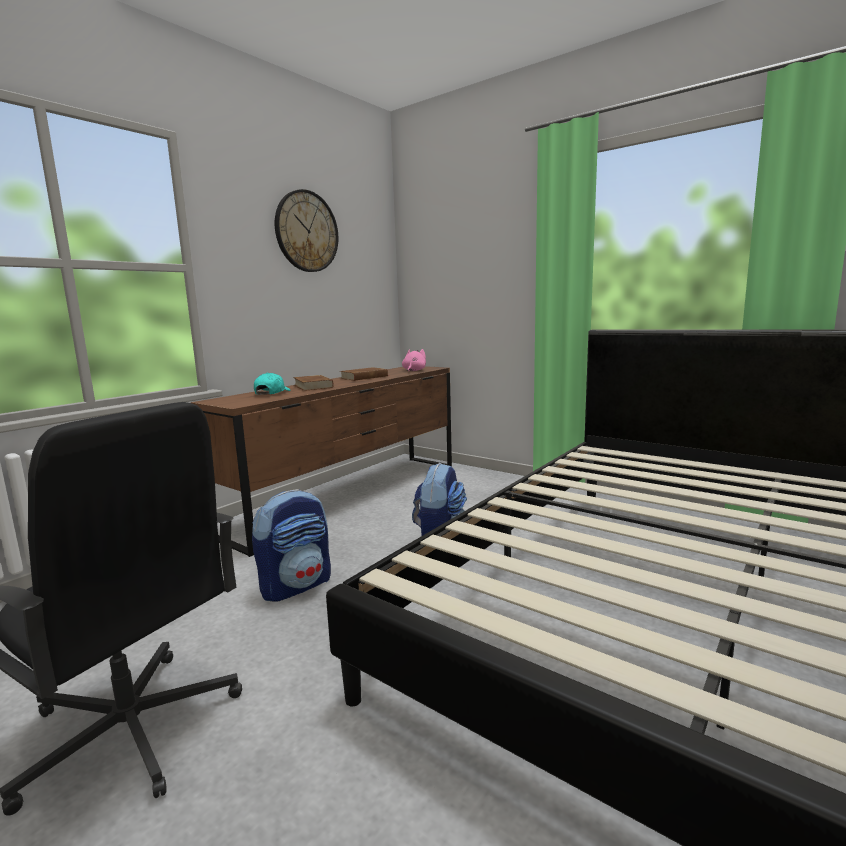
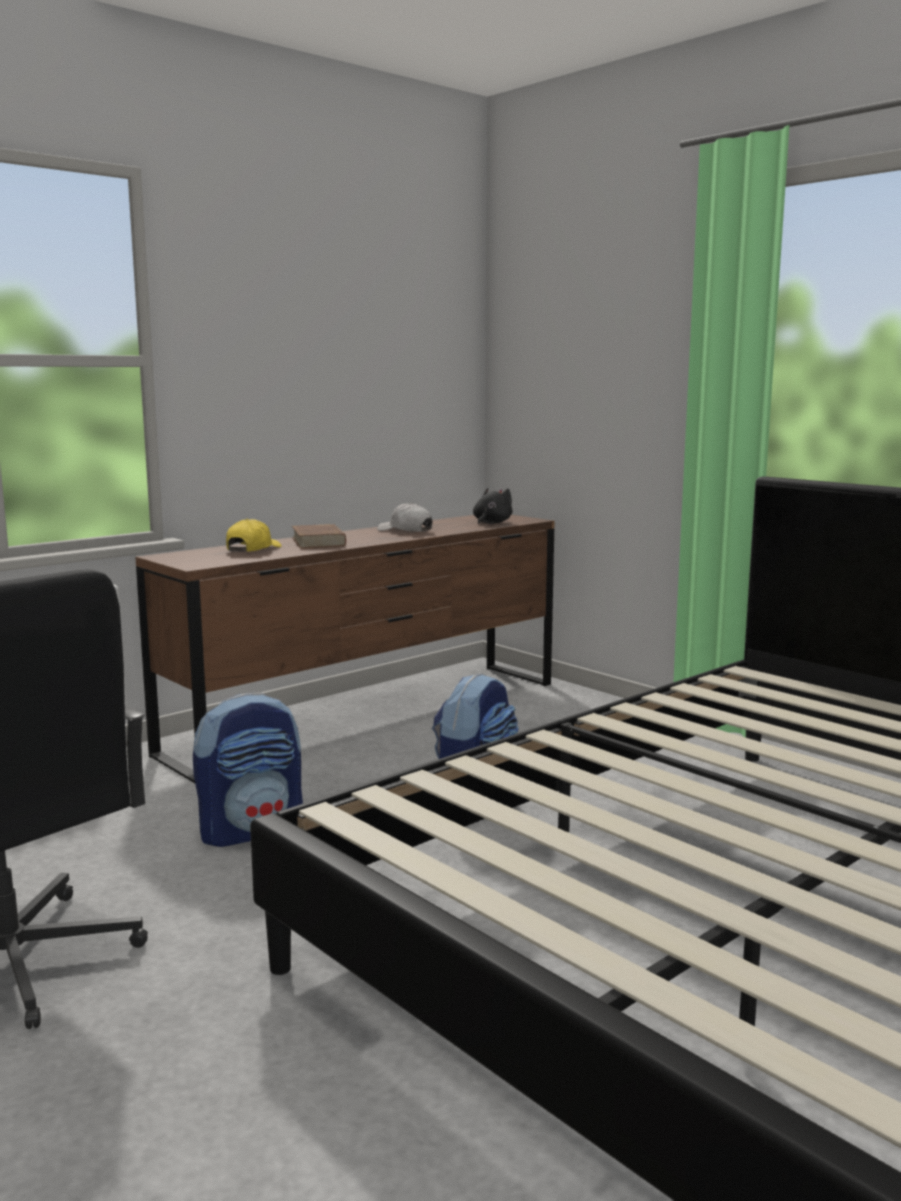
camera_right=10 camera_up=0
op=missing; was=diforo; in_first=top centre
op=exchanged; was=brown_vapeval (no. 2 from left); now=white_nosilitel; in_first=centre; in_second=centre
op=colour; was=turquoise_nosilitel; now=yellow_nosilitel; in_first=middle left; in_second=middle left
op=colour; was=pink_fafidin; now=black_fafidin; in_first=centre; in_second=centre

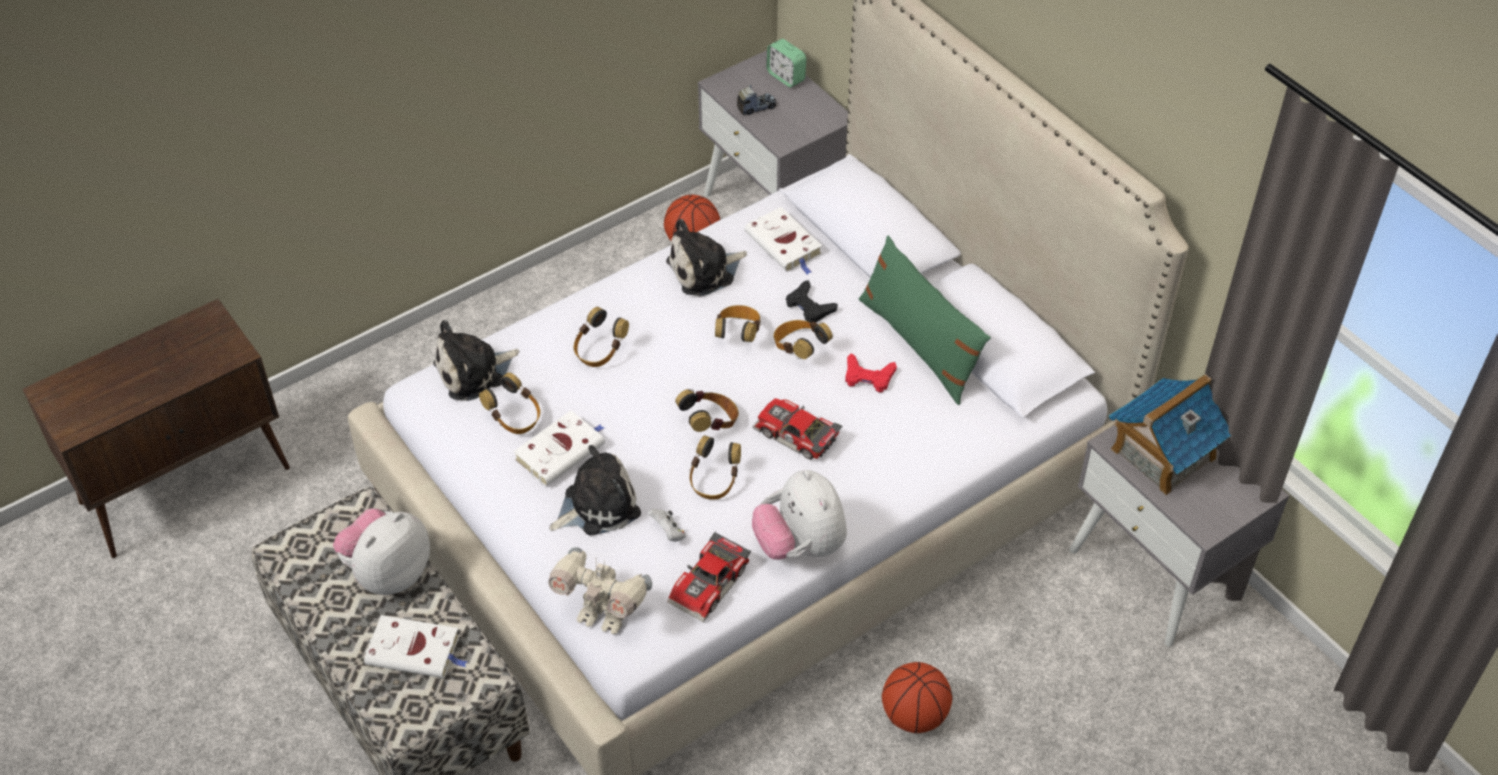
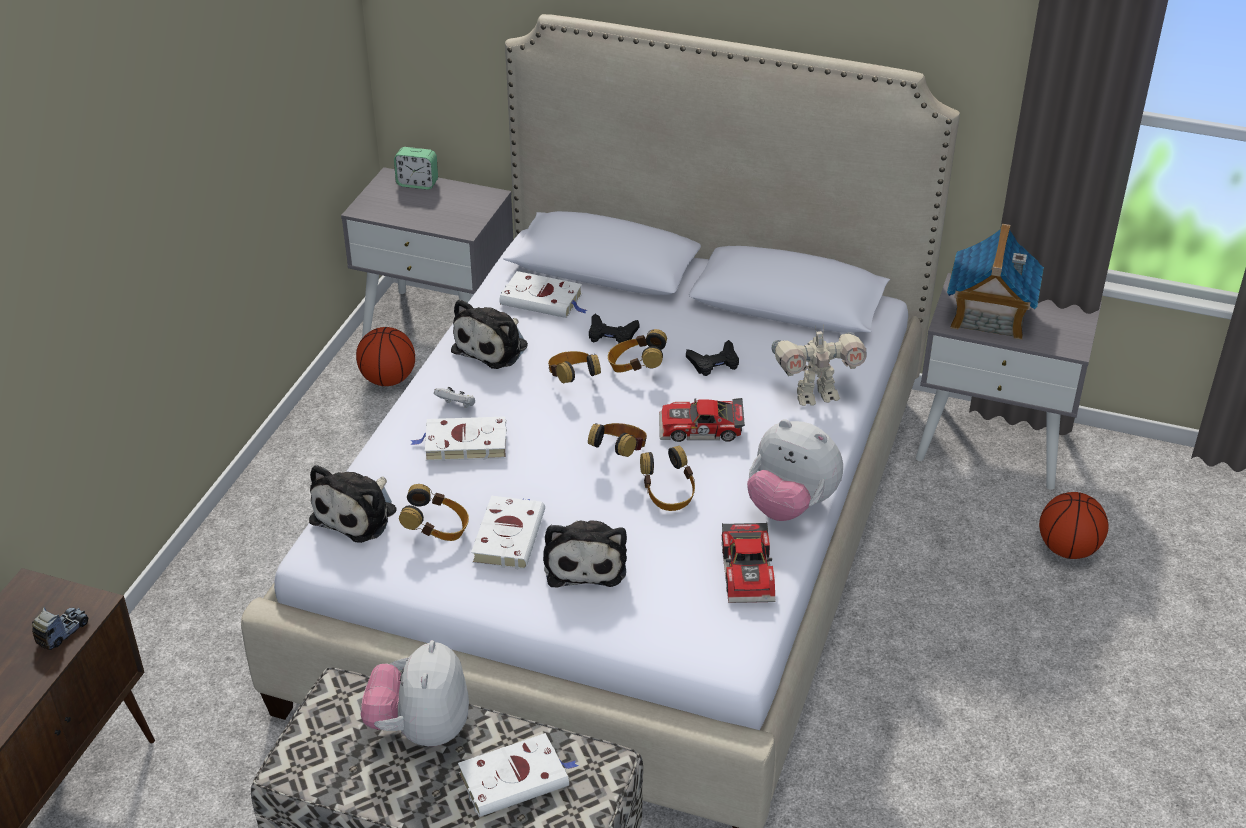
camera_right=-35 camera_up=-10
op=missing; was=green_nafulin; in_first=centre
op=relocated; was=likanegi; in_first=bottom centre; in_second=centre
op=relocated; was=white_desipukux; in_first=bottom centre; in_second=centre
op=relocated; was=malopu; in_first=top centre; in_second=bottom left
op=relocated; was=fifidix (no. 2 from left); in_first=bottom centre; in_second=middle right
op=exchanged; was=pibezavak (no. 2 from left); now=white_vapeval (no. 1 from left); in_first=centre; in_second=centre
op=colour; was=red_desipukux; now=black_desipukux (no. 2 from left); in_first=centre; in_second=centre
op=spun; was=fafidin (no. 3 from left in the first image); in_first=centre; in_second=bottom centre; clockwise=150

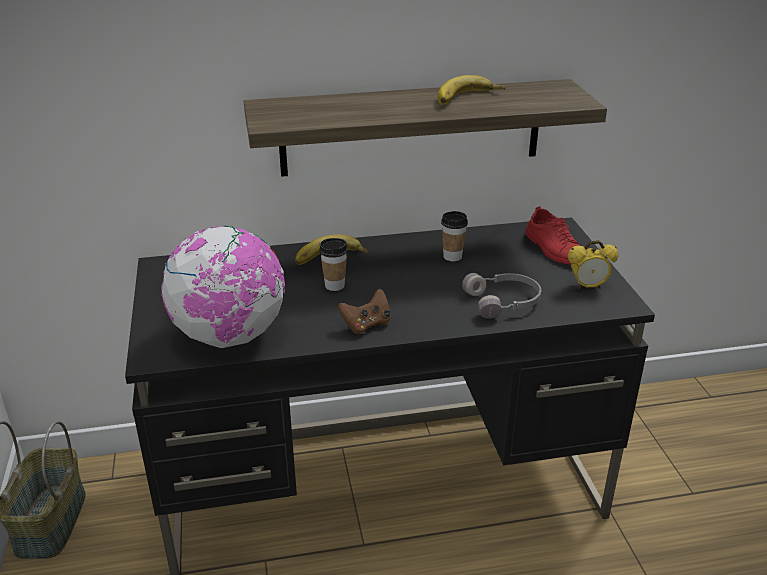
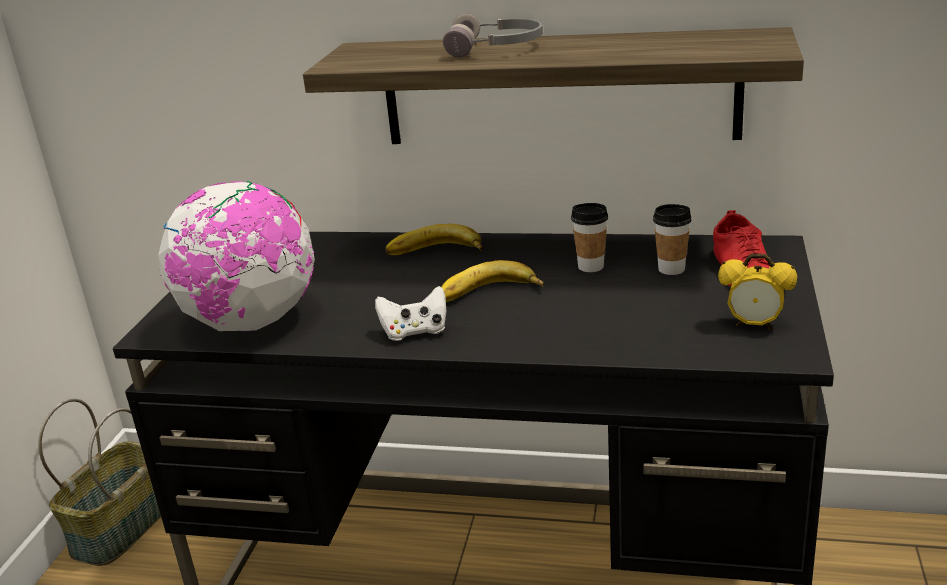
camera_right=25 camera_up=-5
op=relocated; was=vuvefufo (no. 1 from left in the first image); now=vuvefufo (no. 2 from left); in_first=centre; in_second=middle right
op=relocated; was=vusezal (no. 2 from left); in_first=top centre; in_second=centre
op=relocated; was=grey_pibezavak; in_first=centre; in_second=top centre
op=colour; was=brown_desipukux; now=white_desipukux; in_first=centre; in_second=centre

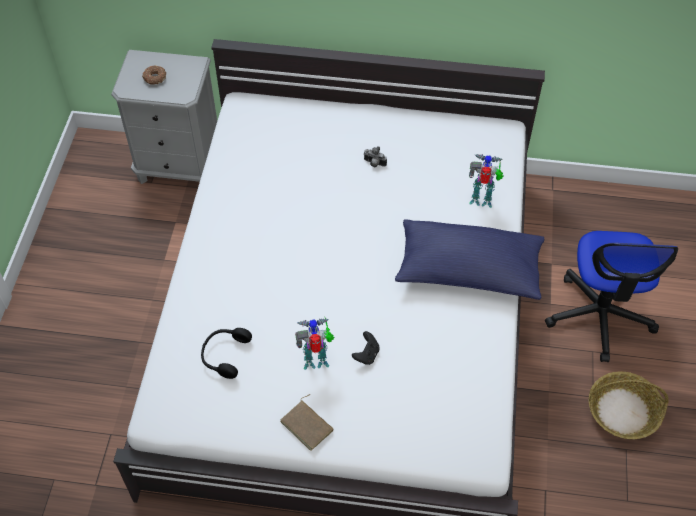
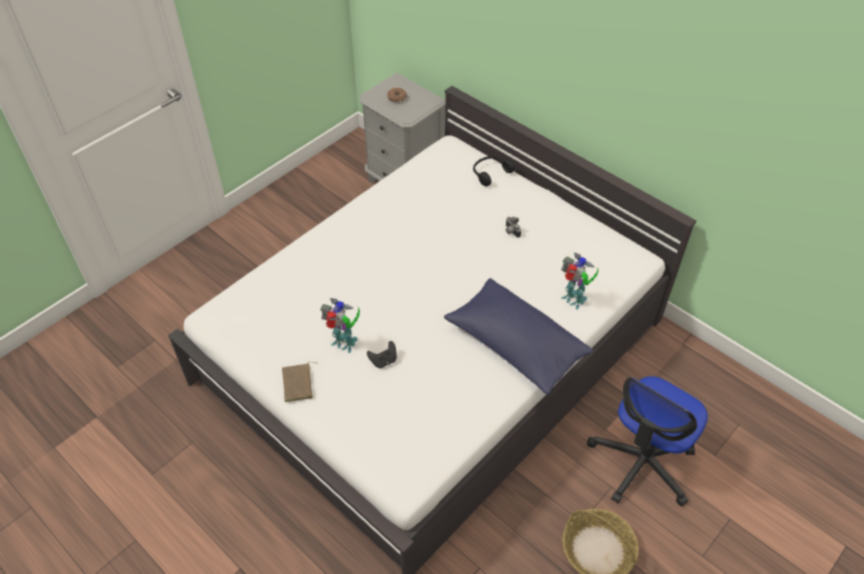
camera_right=35 camera_up=-5
op=relocated; was=black_pibezavak; in_first=bottom left; in_second=top centre

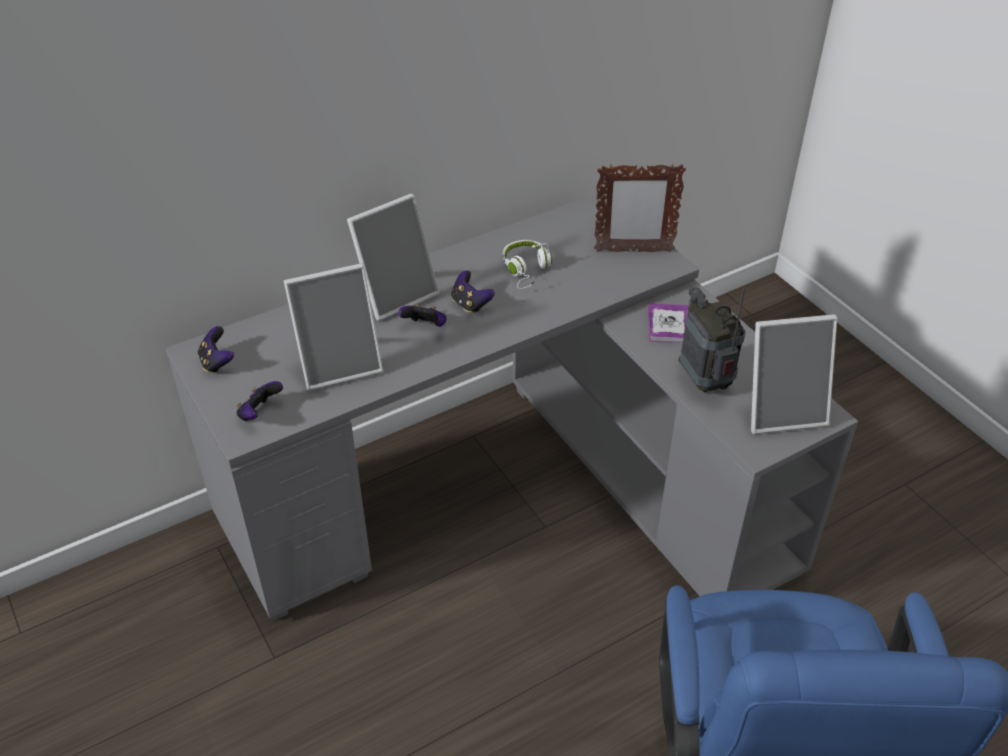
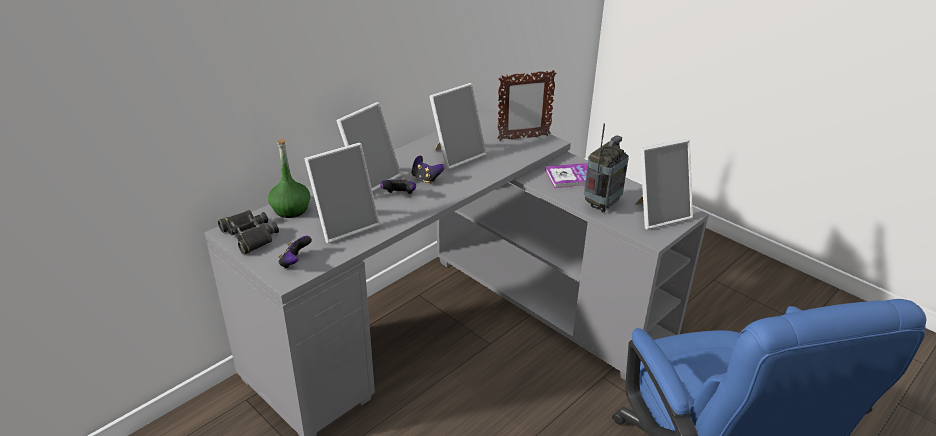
camera_right=-15 camera_up=-10
op=appeared; now=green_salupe; in_second=middle left
op=exchanged; was=desipukux (no. 1 from left); now=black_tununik; in_first=middle left; in_second=middle left
op=exchanged; was=white_pibezavak; now=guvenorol (no. 3 from left); in_first=centre; in_second=top centre
op=spun; was=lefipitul; in_first=middle right; in_second=centre; clockwise=75

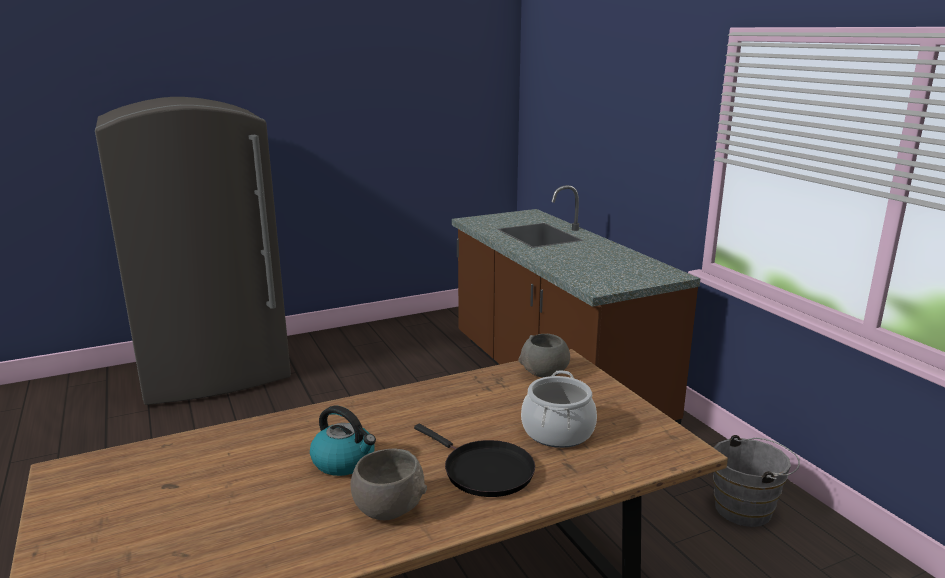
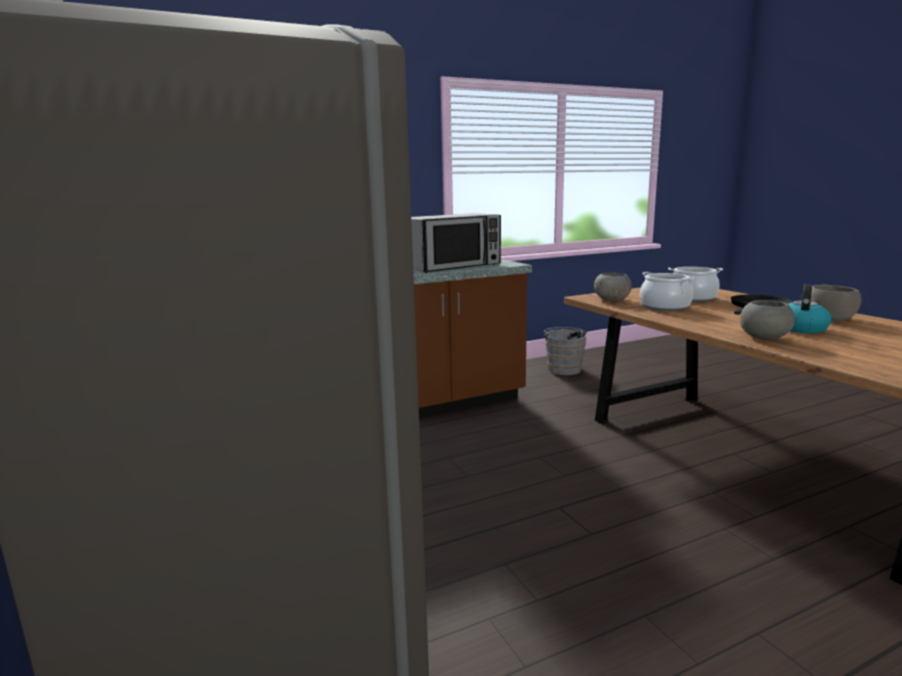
camera_right=-90 camera_up=-5
op=appeared; now=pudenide; in_second=centre
op=appeared; now=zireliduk (no. 1 from left); in_second=middle right
op=appeared; now=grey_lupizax (no. 2 from left); in_second=middle right

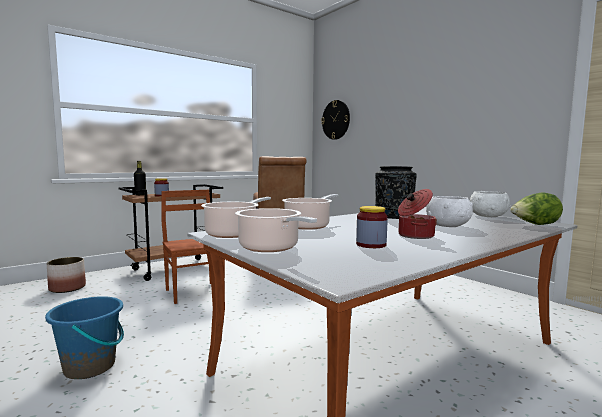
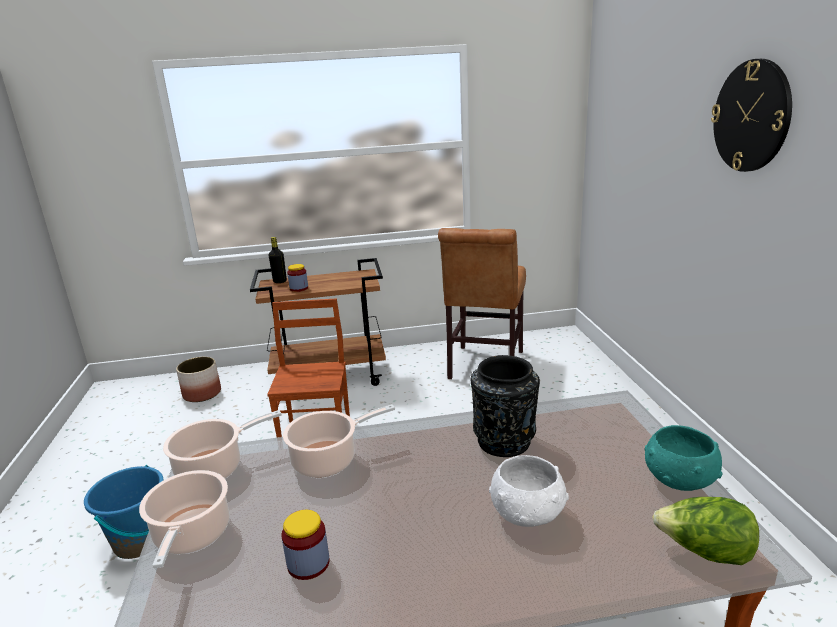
camera_right=30 camera_up=15
op=missing; was=zireliduk (no. 4 from left); in_first=middle right
op=relocated; was=diforo; in_first=top centre; in_second=top right
op=colour; was=white_lupizax (no. 2 from left); now=turquoise_lupizax; in_first=middle right; in_second=bottom right

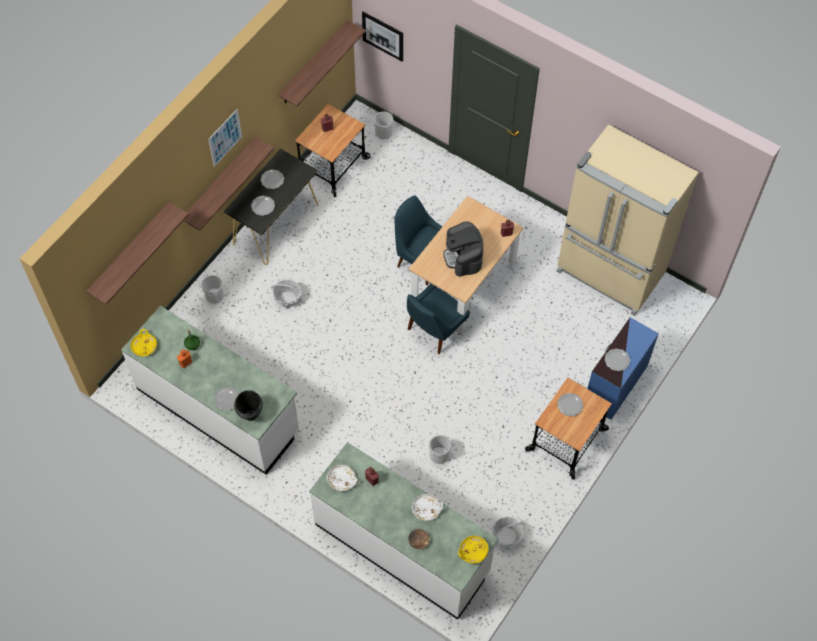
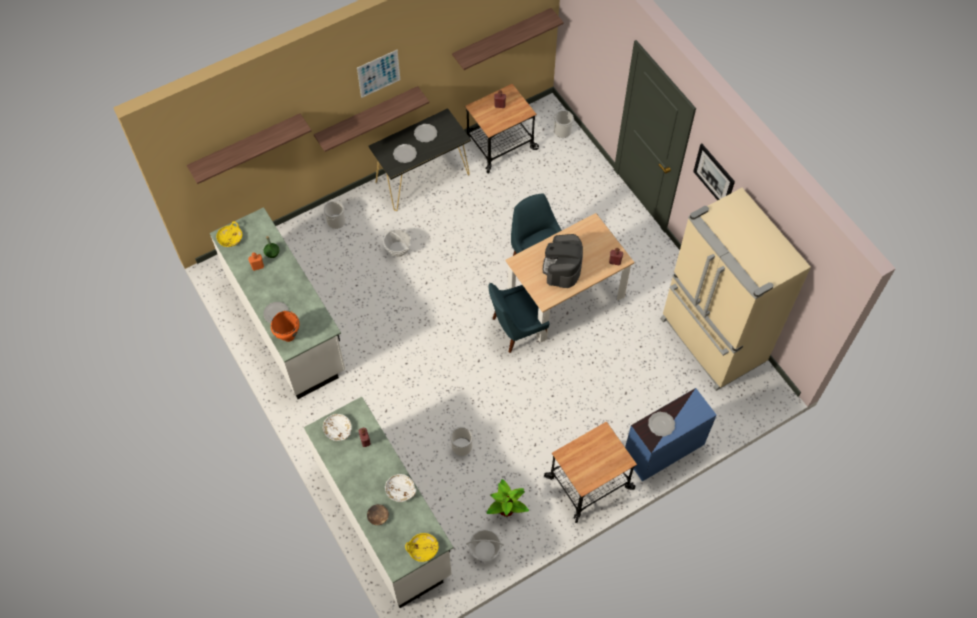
camera_right=25 camera_up=0
op=missing; was=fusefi (no. 4 from left); in_first=middle right
op=appeared; now=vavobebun; in_second=bottom centre
op=relocated; was=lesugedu (no. 2 from left); in_first=top centre; in_second=top right
op=colour; was=black_zireliduk; now=orange_zireliduk; in_first=middle left; in_second=middle left

